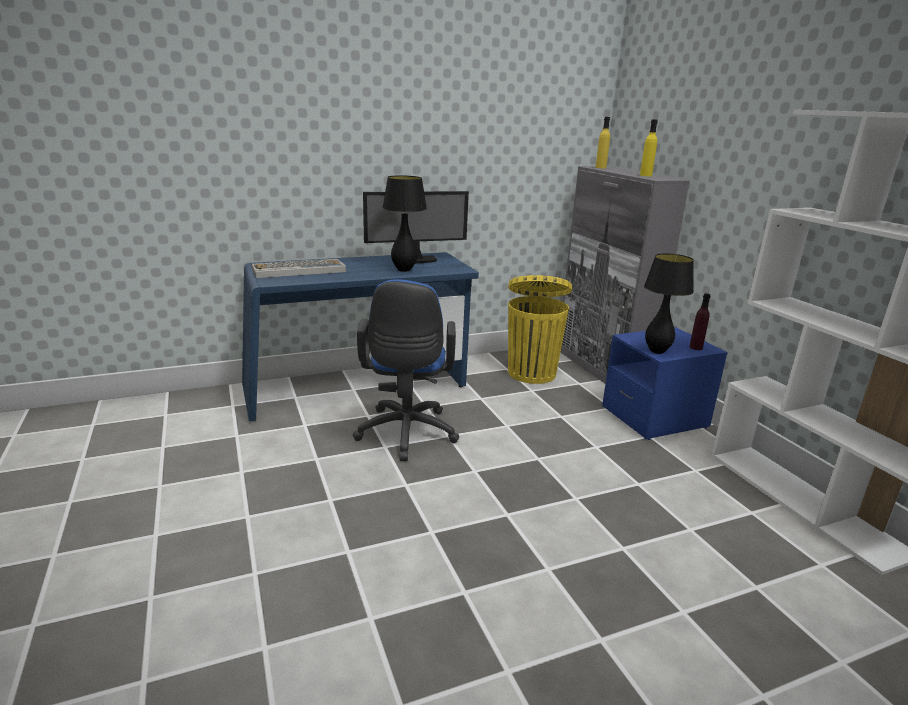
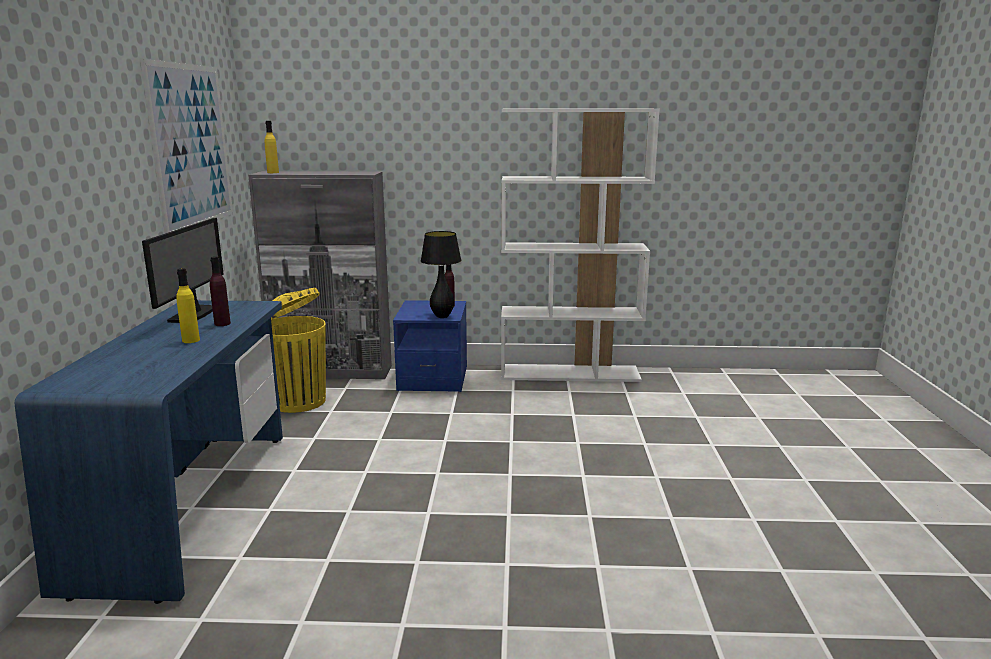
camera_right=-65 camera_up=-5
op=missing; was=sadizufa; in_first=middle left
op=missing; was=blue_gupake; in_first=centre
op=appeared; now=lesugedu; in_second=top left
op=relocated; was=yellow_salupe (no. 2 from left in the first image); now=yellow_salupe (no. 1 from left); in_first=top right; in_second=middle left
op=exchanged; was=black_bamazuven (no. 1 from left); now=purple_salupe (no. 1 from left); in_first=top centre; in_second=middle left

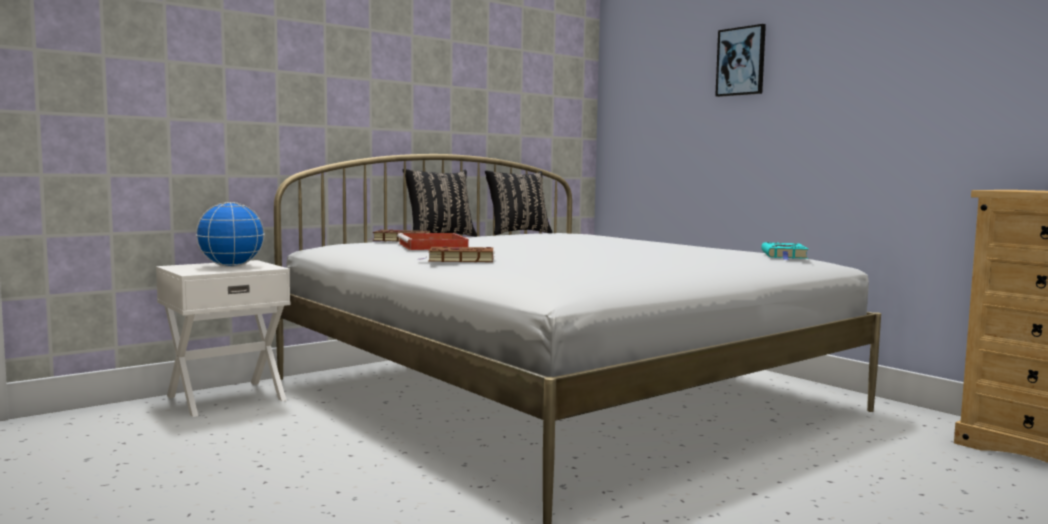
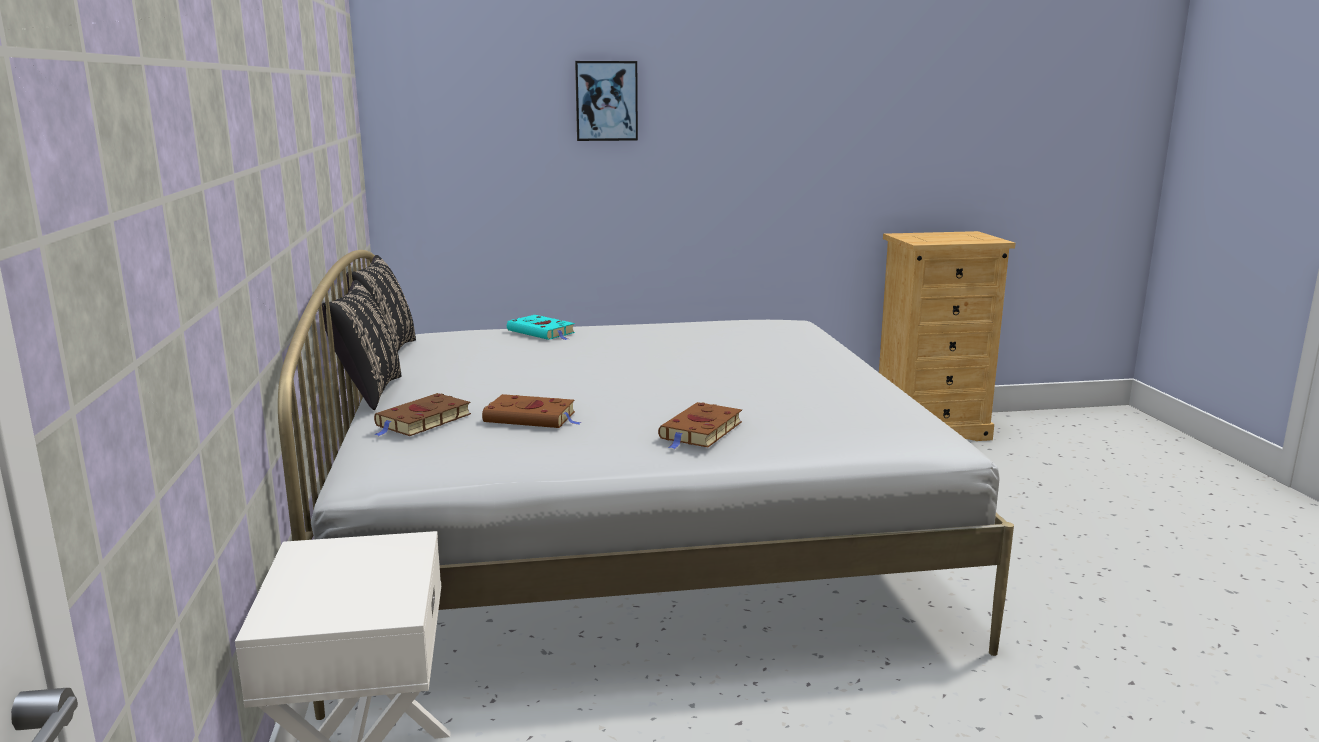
camera_right=-60 camera_up=10
op=missing; was=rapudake; in_first=middle left
op=relocated; was=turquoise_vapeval; in_first=middle right; in_second=centre
op=exchanged; was=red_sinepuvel; now=brown_vapeval (no. 2 from left); in_first=centre; in_second=centre

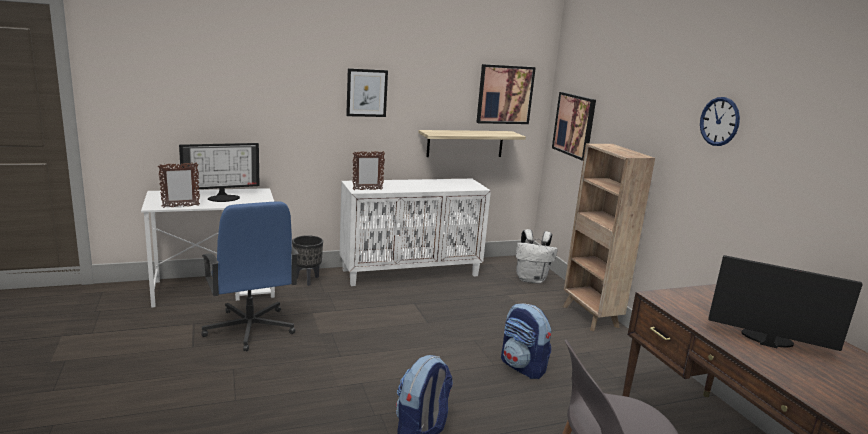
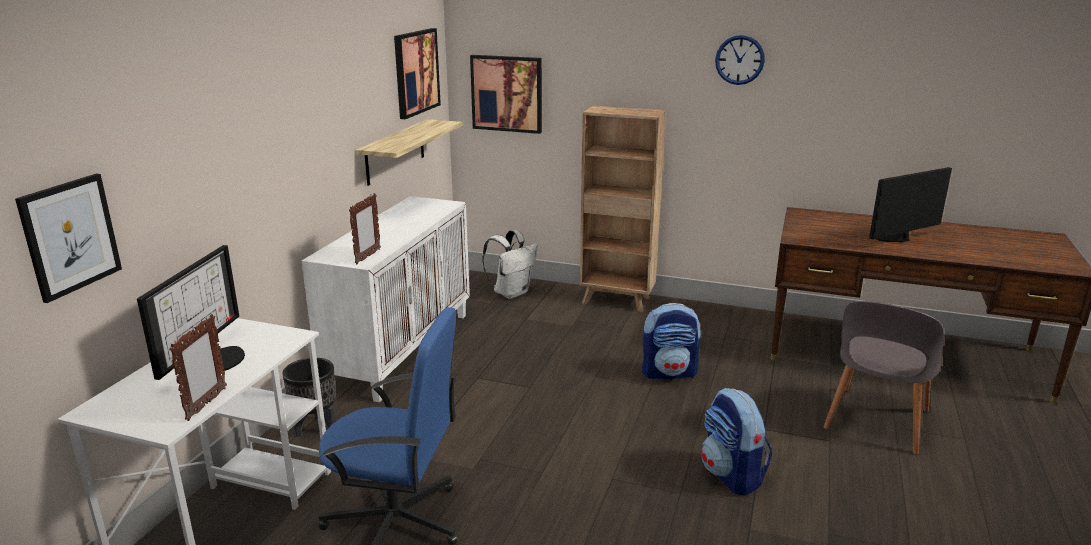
camera_right=-50 camera_up=5
op=relocated; was=lesugedu (no. 1 from left); in_first=top centre; in_second=middle left

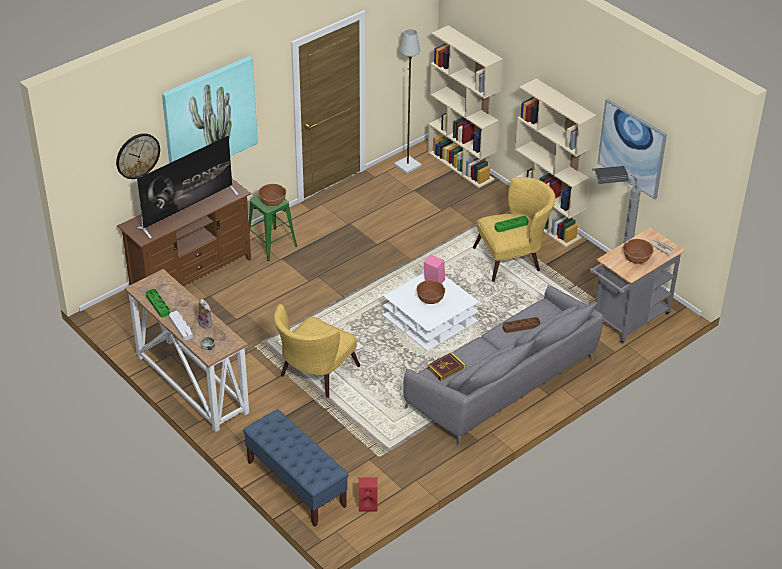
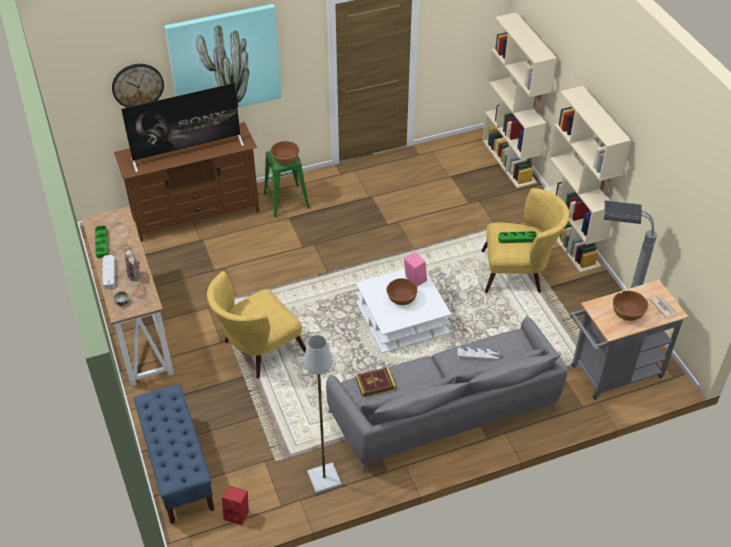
camera_right=20 camera_up=5
op=missing; was=lesugedu (no. 2 from left); in_first=top right
op=relocated; was=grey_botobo (no. 1 from left); in_first=top centre; in_second=bottom centre
op=colour; was=brown_sinepuvel; now=grey_sinepuvel (no. 2 from left); in_first=centre; in_second=centre

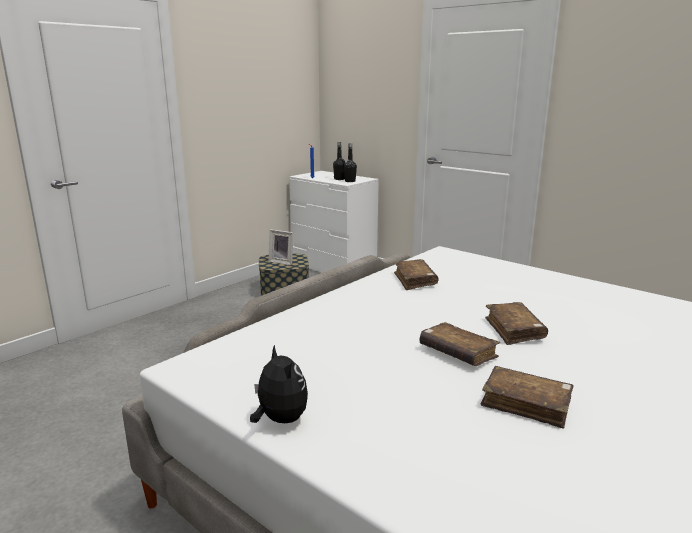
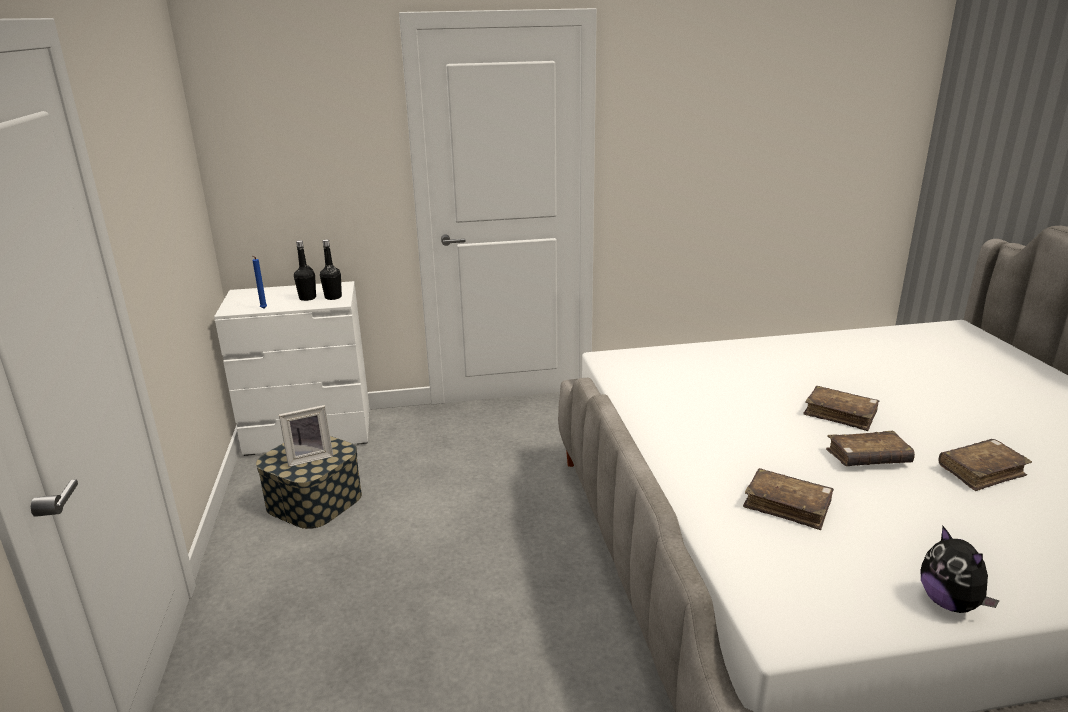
camera_right=-50 camera_up=5
op=relocated; was=brown_vapeval (no. 1 from left); in_first=centre; in_second=bottom right
op=spun; was=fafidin; in_first=bottom centre; in_second=bottom right; clockwise=-120

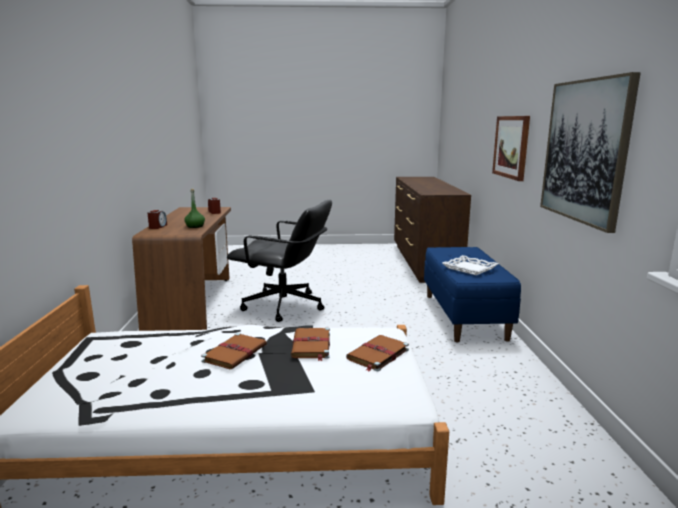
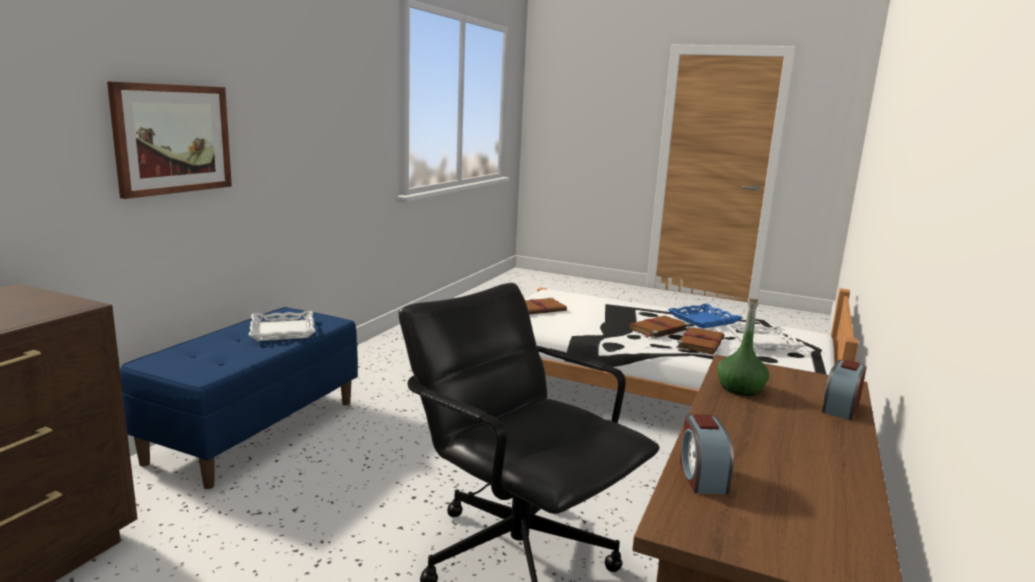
camera_right=-155 camera_up=0
op=missing; was=lesugedu (no. 2 from left); in_first=top right
op=appeared; now=blue_sinepuvel; in_second=middle right
op=appeared; now=white_sinepuvel (no. 2 from left); in_second=middle right
op=relocated; was=brown_vapeval (no. 2 from left in the first image); now=brown_vapeval (no. 3 from left); in_first=bottom centre; in_second=middle right

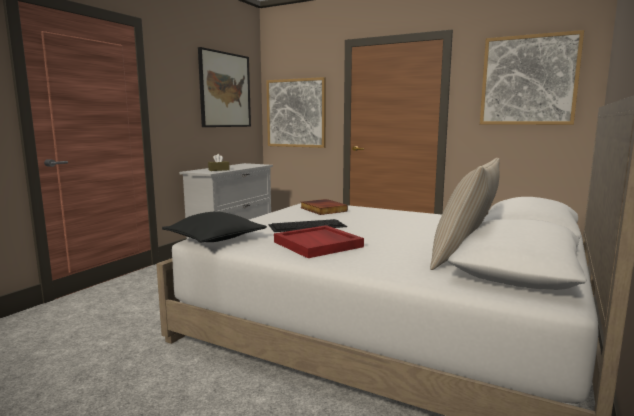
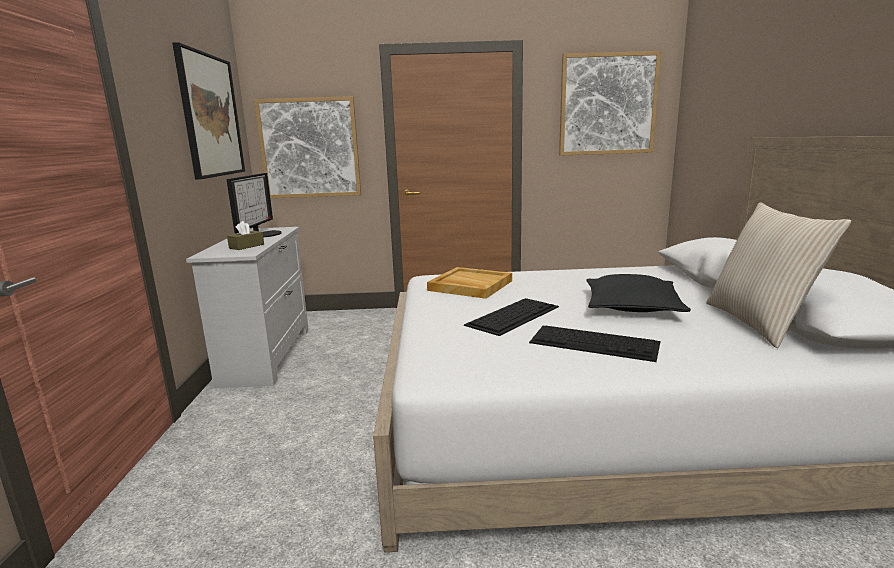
camera_right=-30 camera_up=5
op=appeared; now=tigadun; in_second=middle left
op=relocated; was=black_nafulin; in_first=centre; in_second=middle right
op=exchanged; was=red_sinepuvel; now=sadizufa (no. 2 from left); in_first=centre; in_second=centre
op=exchanged; was=vapeval; now=beige_sinepuvel; in_first=centre; in_second=centre

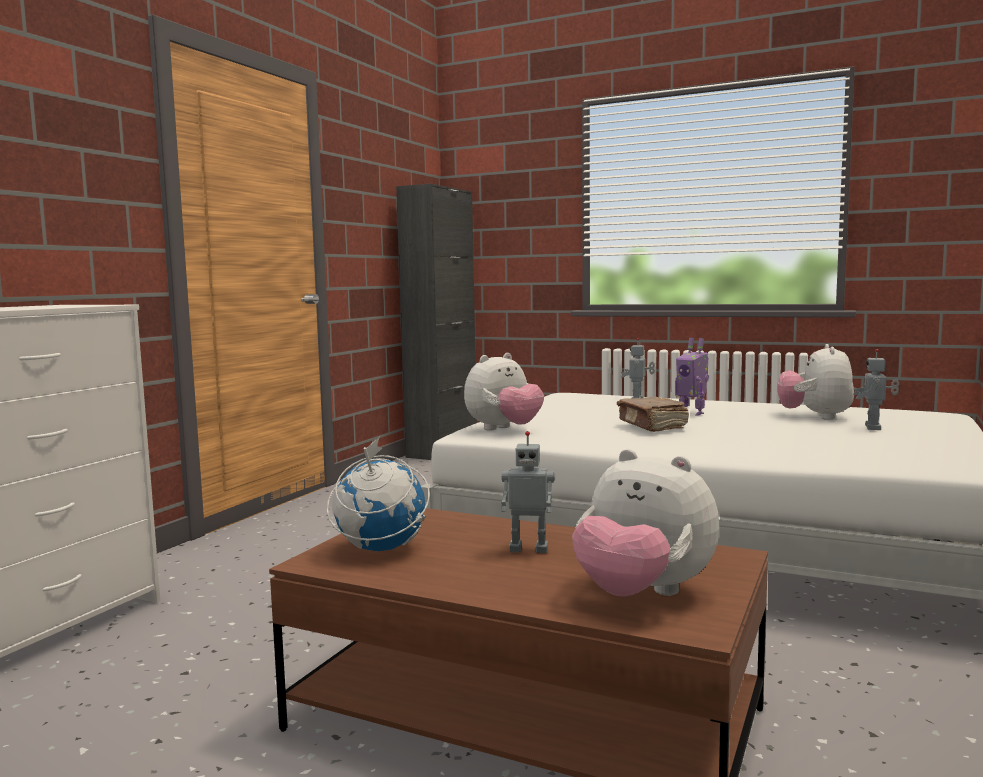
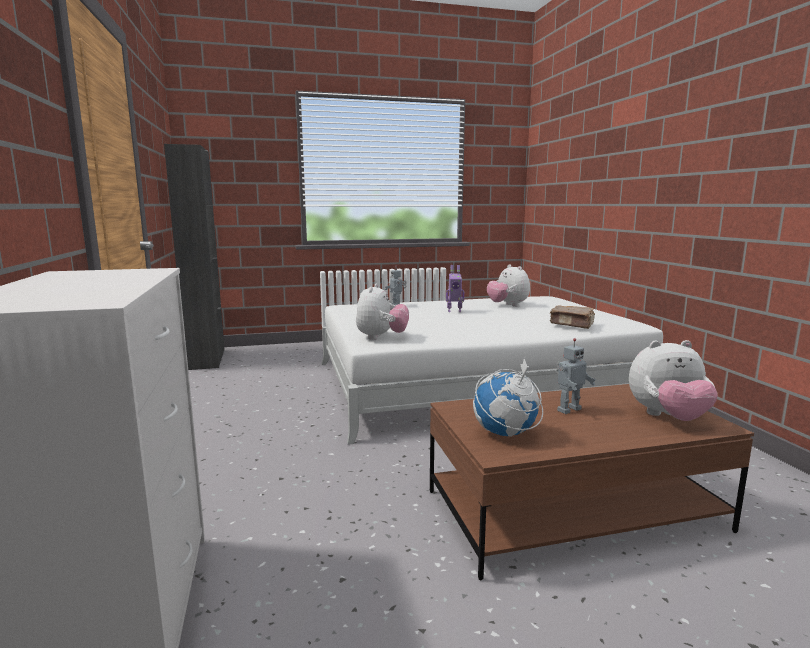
camera_right=-40 camera_up=5
op=missing; was=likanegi (no. 4 from left); in_first=middle right
op=relocated; was=brown_vapeval; in_first=centre; in_second=middle right

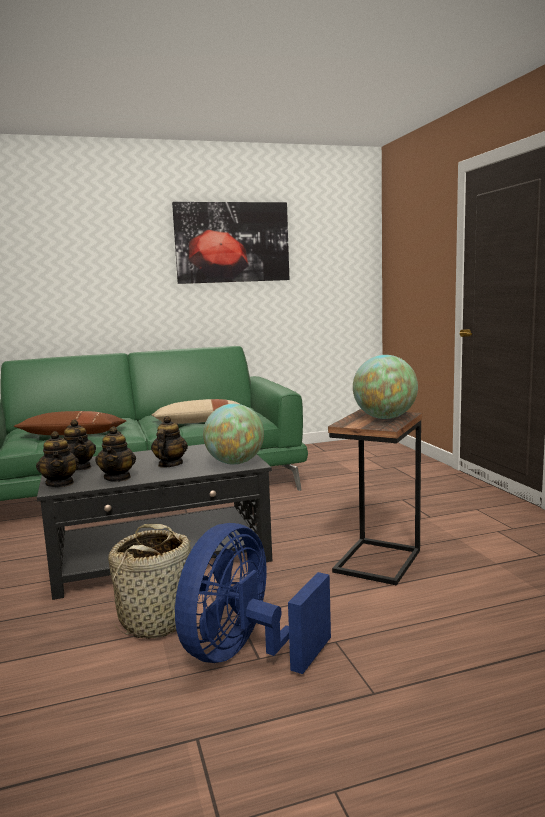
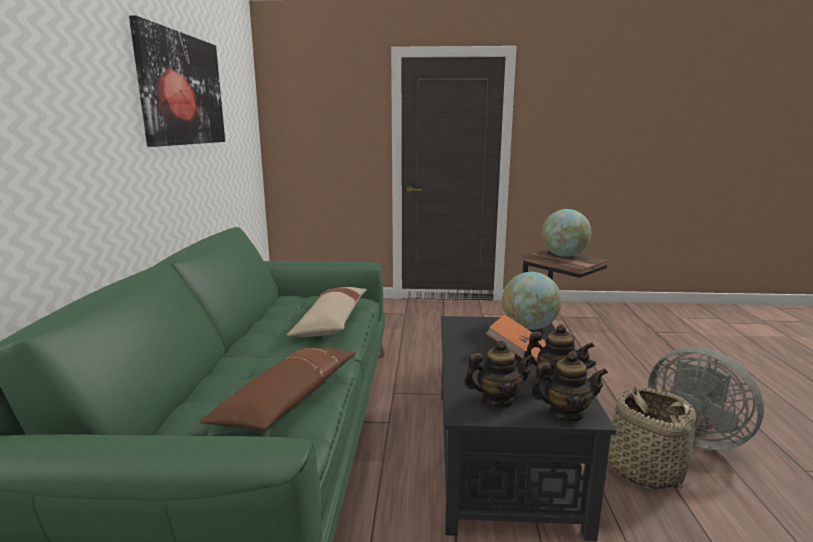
camera_right=-70 camera_up=5
op=exchanged; was=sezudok (no. 4 from left); now=orange_vapeval; in_first=middle left; in_second=centre
op=colour; was=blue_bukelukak; now=grey_bukelukak; in_first=bottom centre; in_second=bottom right

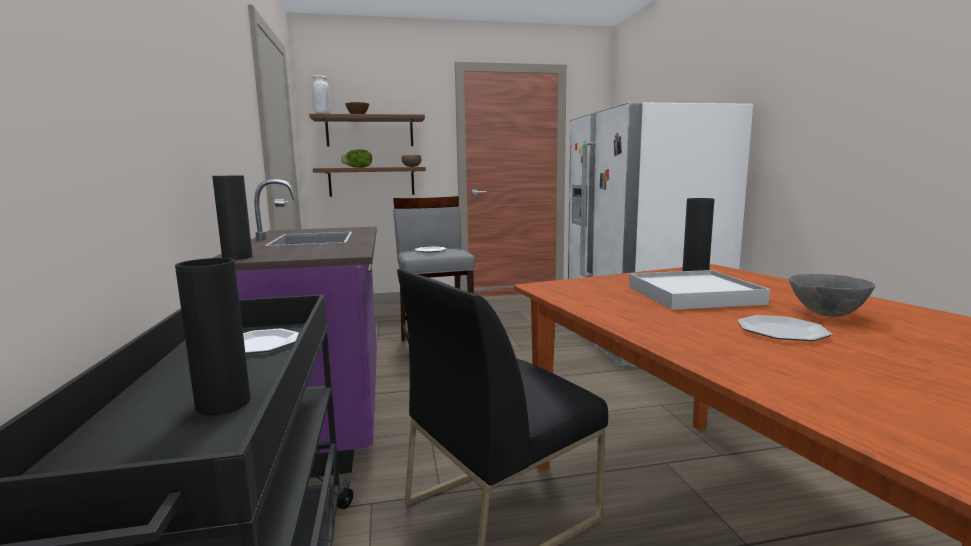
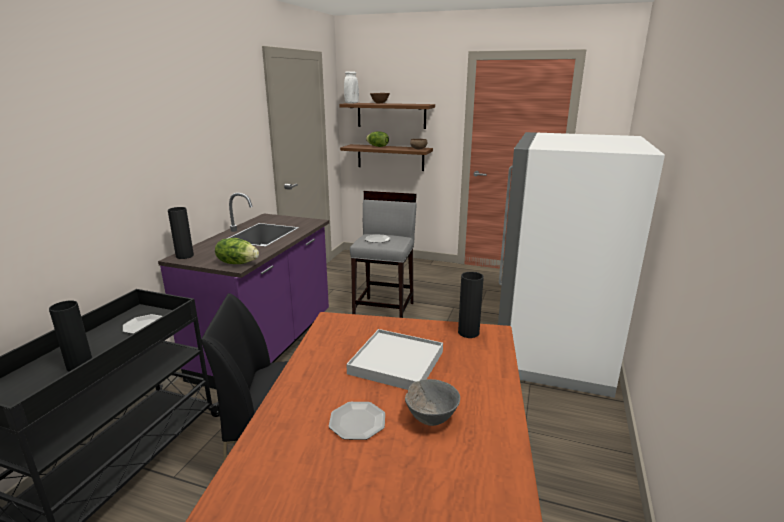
camera_right=30 camera_up=10
op=appeared; now=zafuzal (no. 1 from left); in_second=middle left

